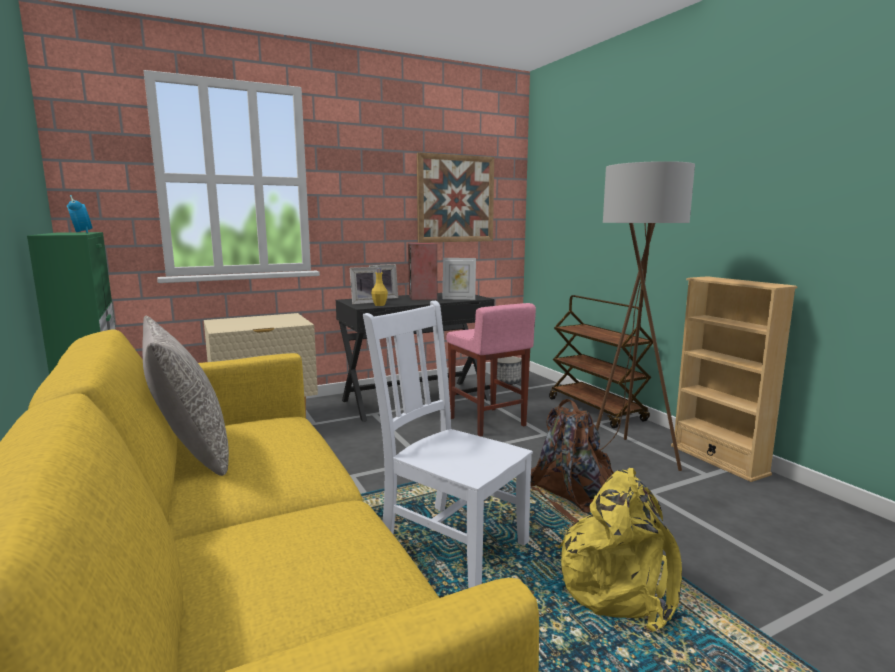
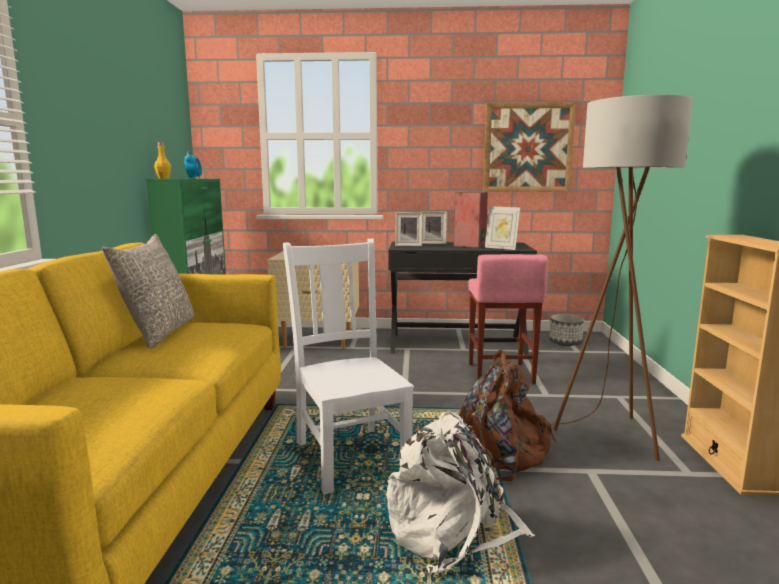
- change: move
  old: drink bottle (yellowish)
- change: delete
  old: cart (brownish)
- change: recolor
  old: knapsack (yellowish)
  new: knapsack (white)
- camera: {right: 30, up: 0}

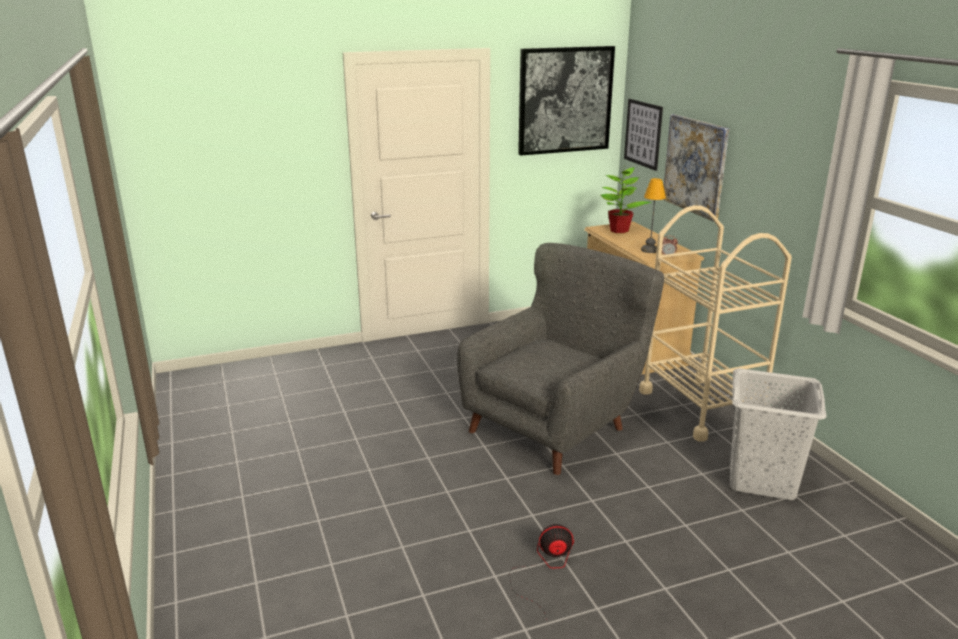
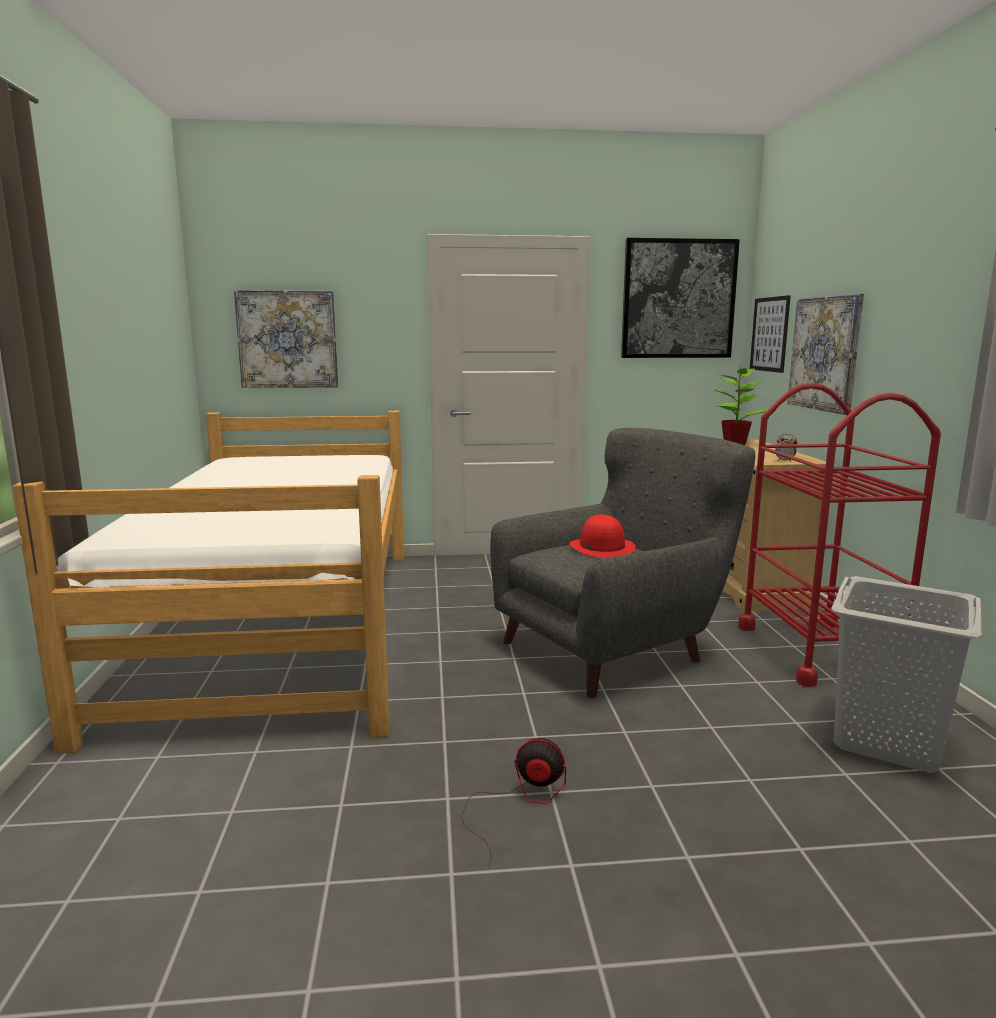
- change: delete
  old: table lamp
- change: recolor
  old: cart (beige)
  new: cart (red-coloured)
- change: insert
  new: wall picture (1st from left)
- change: insert
  new: bedroom bed
- change: insert
  new: hat (red-coloured)
- camera: {right: 15, up: -10}

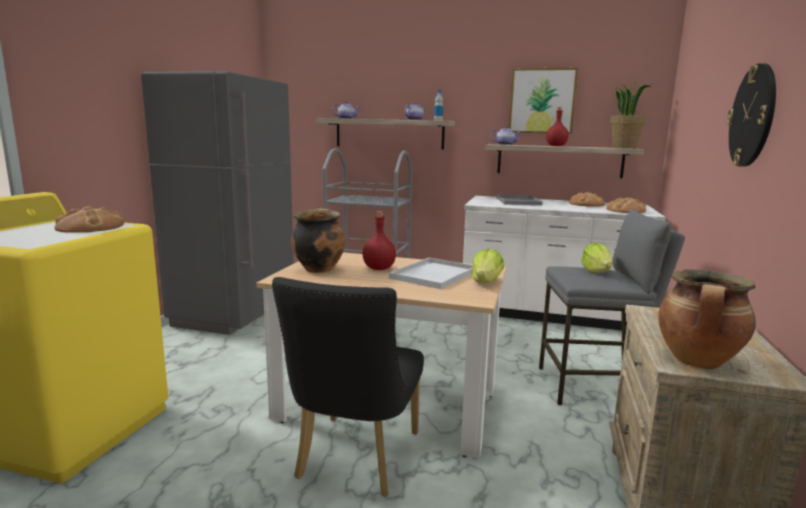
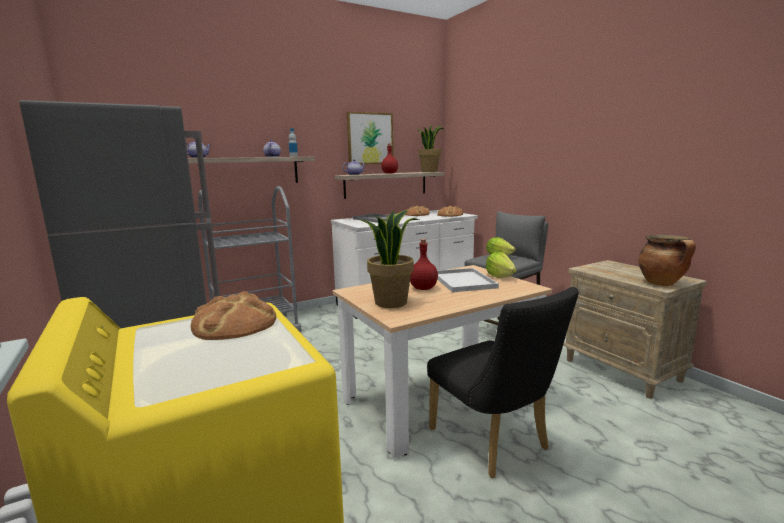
- change: delete
  old: hanging clock
- change: replace
  old: stockpot (1st from left)
  new: potted plant (1st from left)
- camera: {right: -45, up: 0}

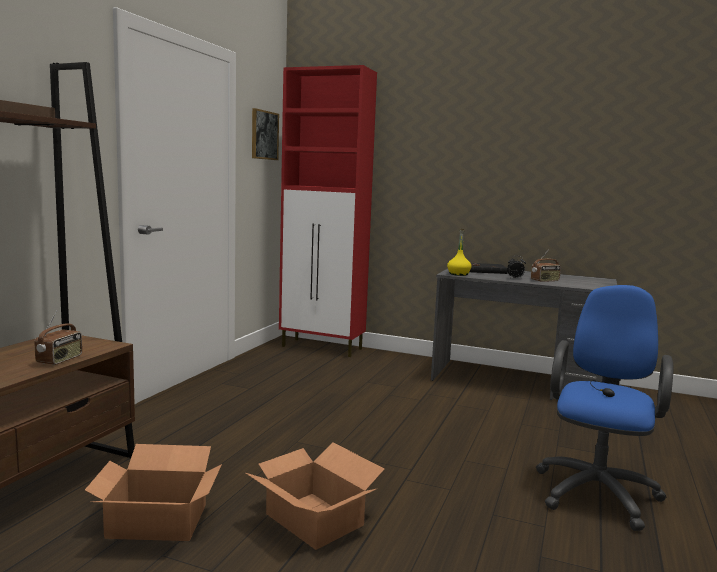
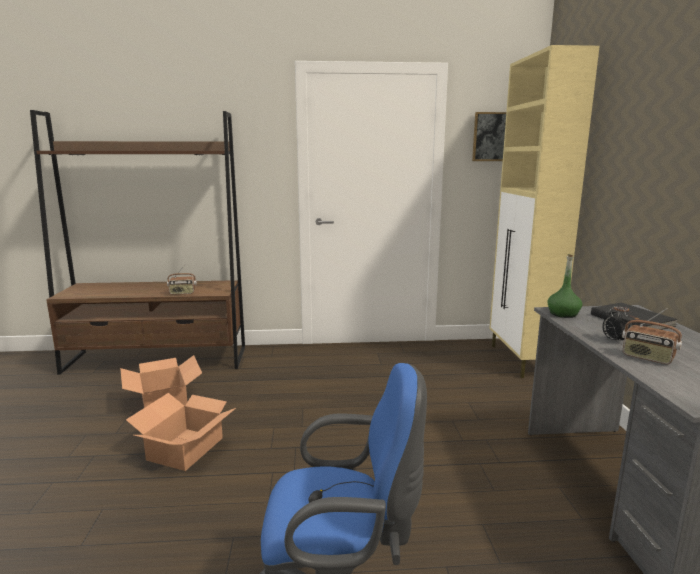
- change: recolor
  old: storage cabinet (red-coloured)
  new: storage cabinet (beige)
- change: recolor
  old: drink bottle (yellowish)
  new: drink bottle (greenish)
- camera: {right: 65, up: 5}

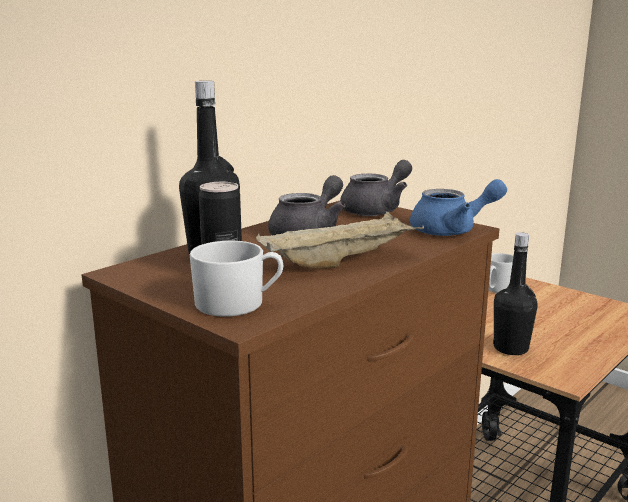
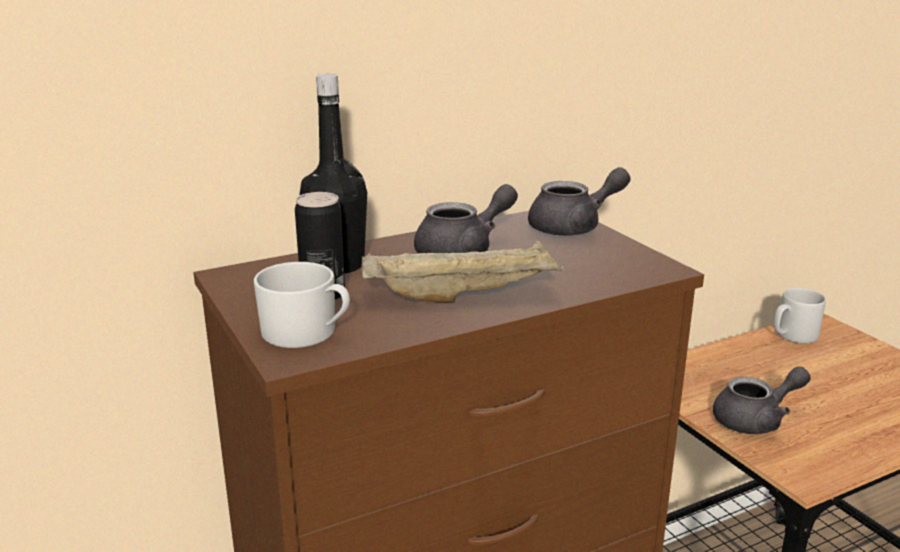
- change: delete
  old: pot for tea (blue-coloured)
- change: replace
  old: drink bottle (blackish) (2nd from left)
  new: pot for tea (greyish) (3rd from left)
- camera: {right: 20, up: 5}

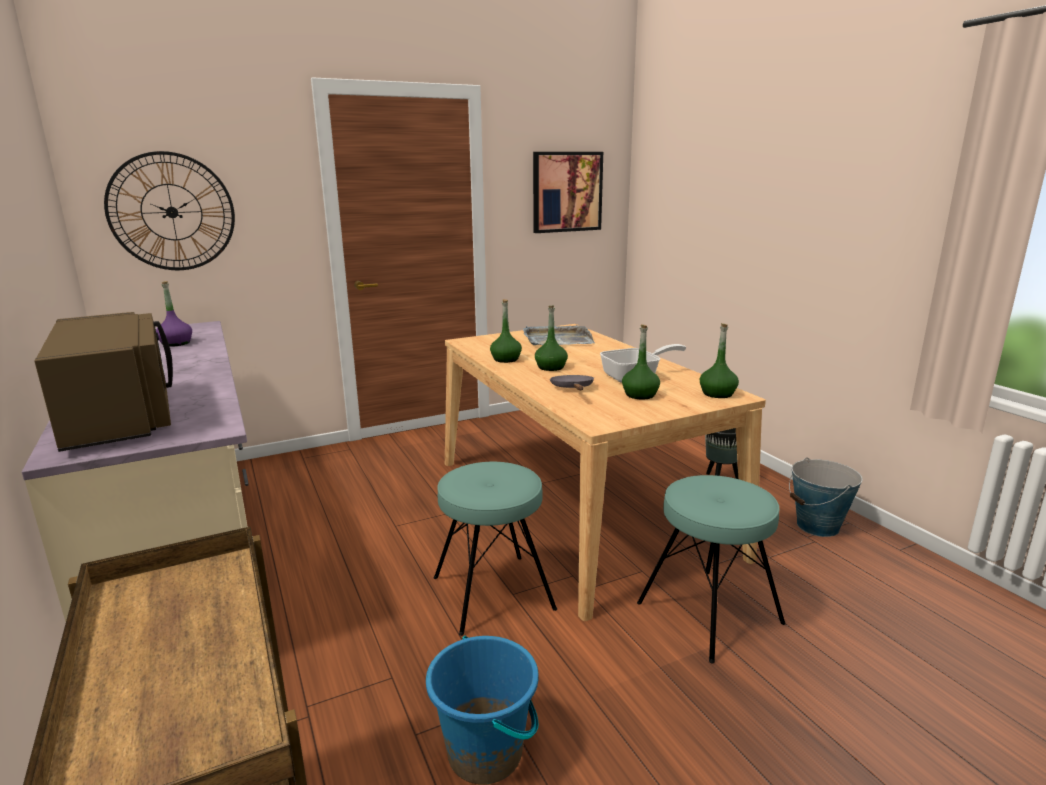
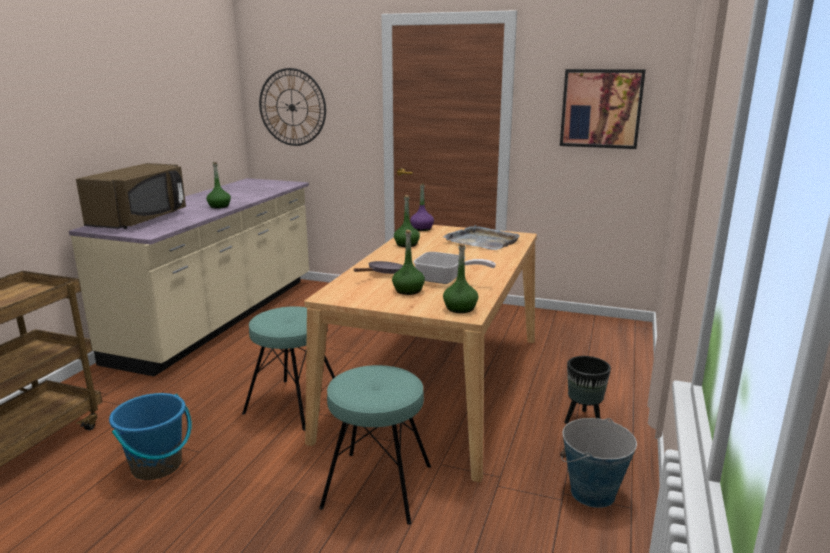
- change: move
  old: drink bottle (purplish)
- change: move
  old: drink bottle (greenish) (2nd from left in the first image)
  new: drink bottle (greenish) (1st from left)
- camera: {right: 45, up: 0}

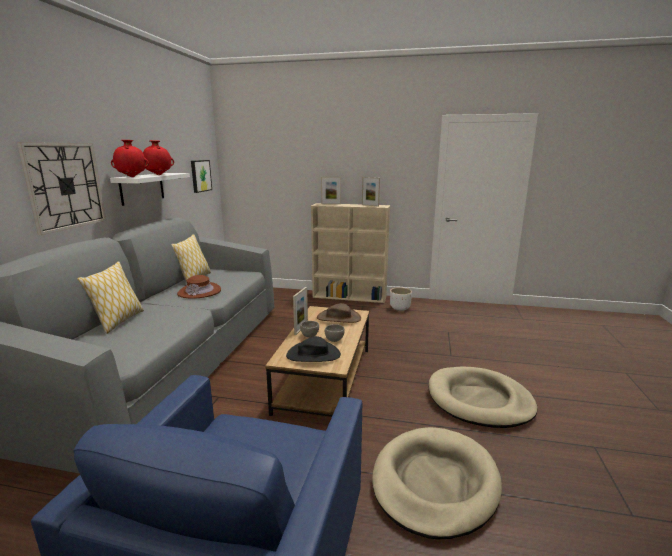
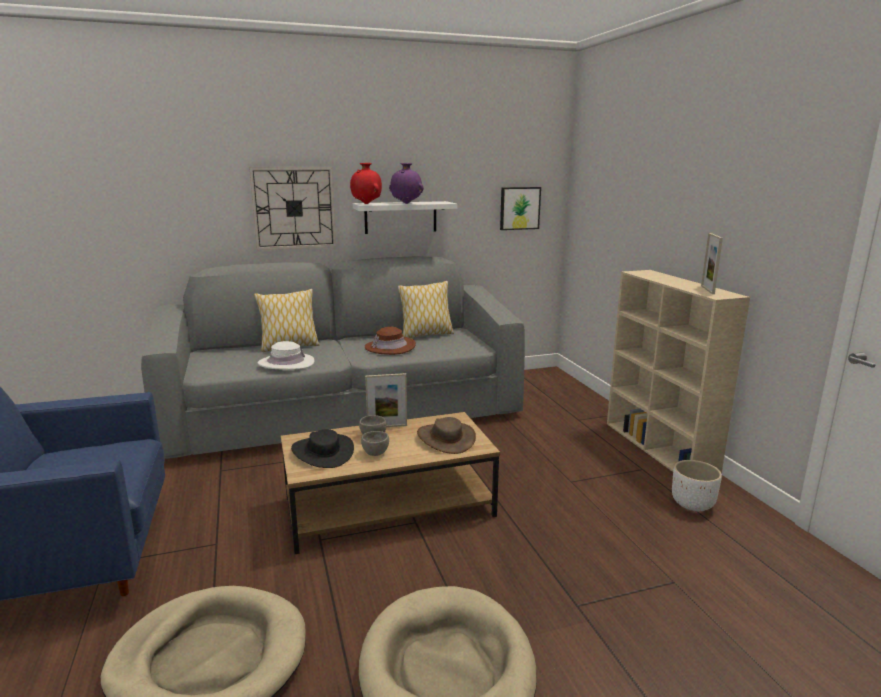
- change: recolor
  old: decorative vase (red-coloured) (2nd from left)
  new: decorative vase (purplish)
- change: delete
  old: standing frame (2nd from left)
- change: insert
  new: hat (white)
- camera: {right: 60, up: 0}

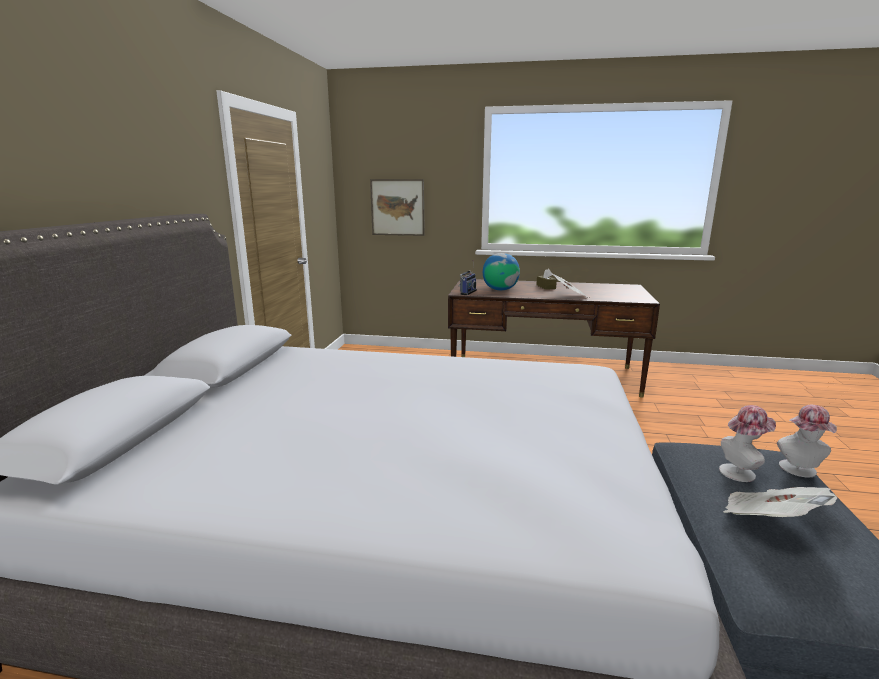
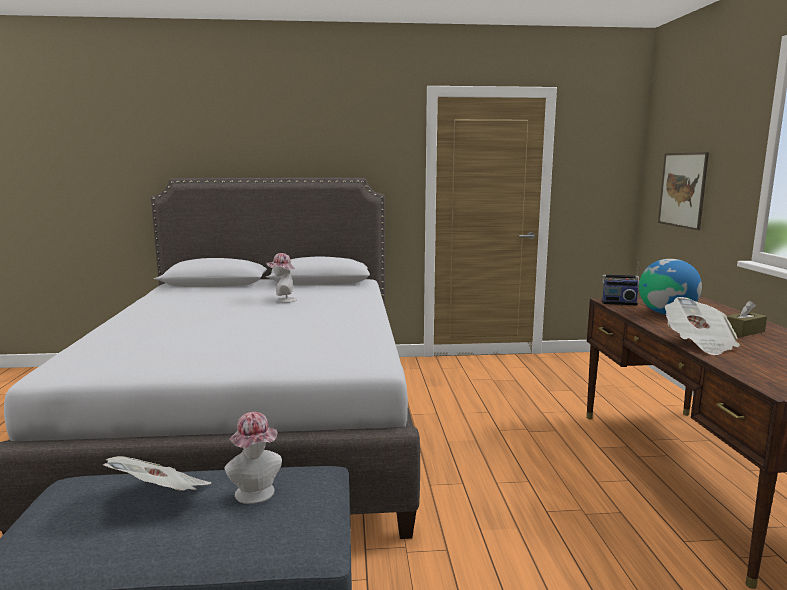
- change: move
  old: hat (2nd from left)
- camera: {right: 75, up: -5}

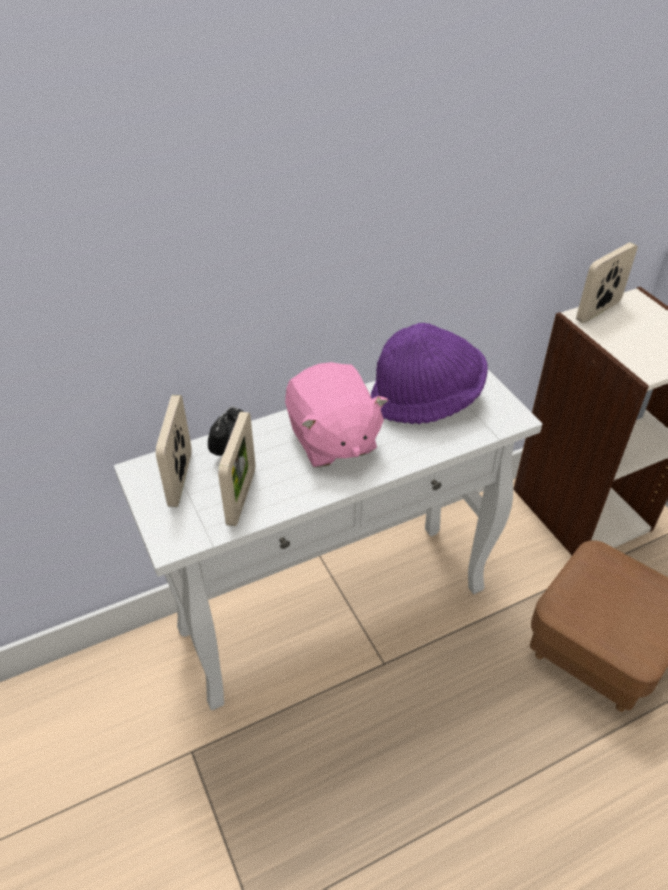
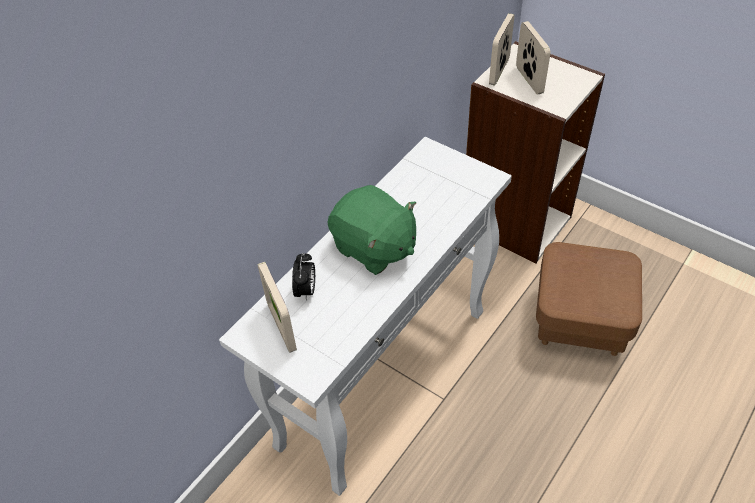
- change: delete
  old: hat (purplish)
- change: recolor
  old: soft toy (pink-coloured)
  new: soft toy (greenish)
- change: move
  old: standing frame (2nd from left in the first image)
  new: standing frame (3rd from left)
- camera: {right: -25, up: 5}

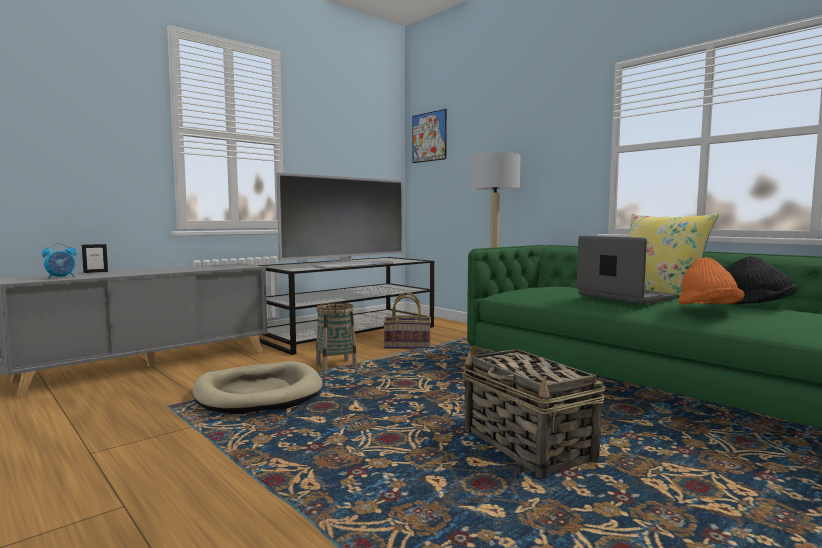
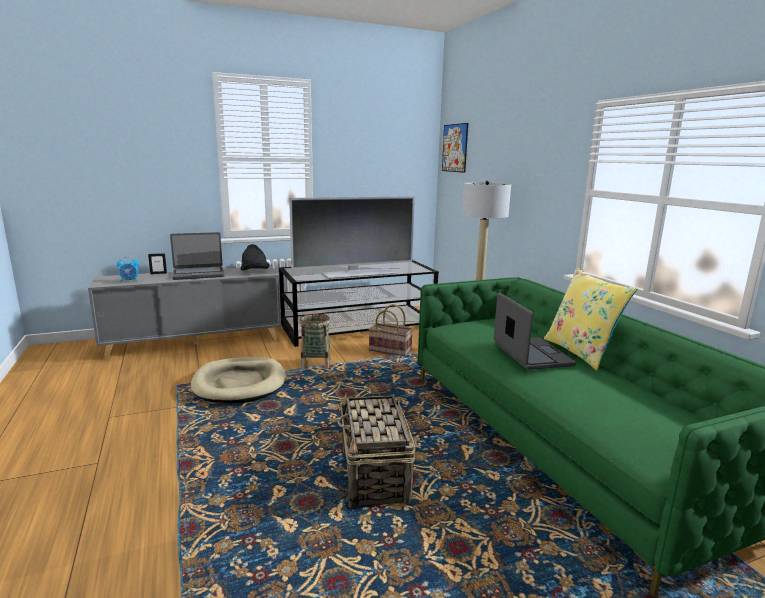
- change: move
  old: hat (blackish)
- change: delete
  old: hat (orange)
- change: insert
  new: portable computer (1st from left)
- camera: {right: 20, up: 10}

